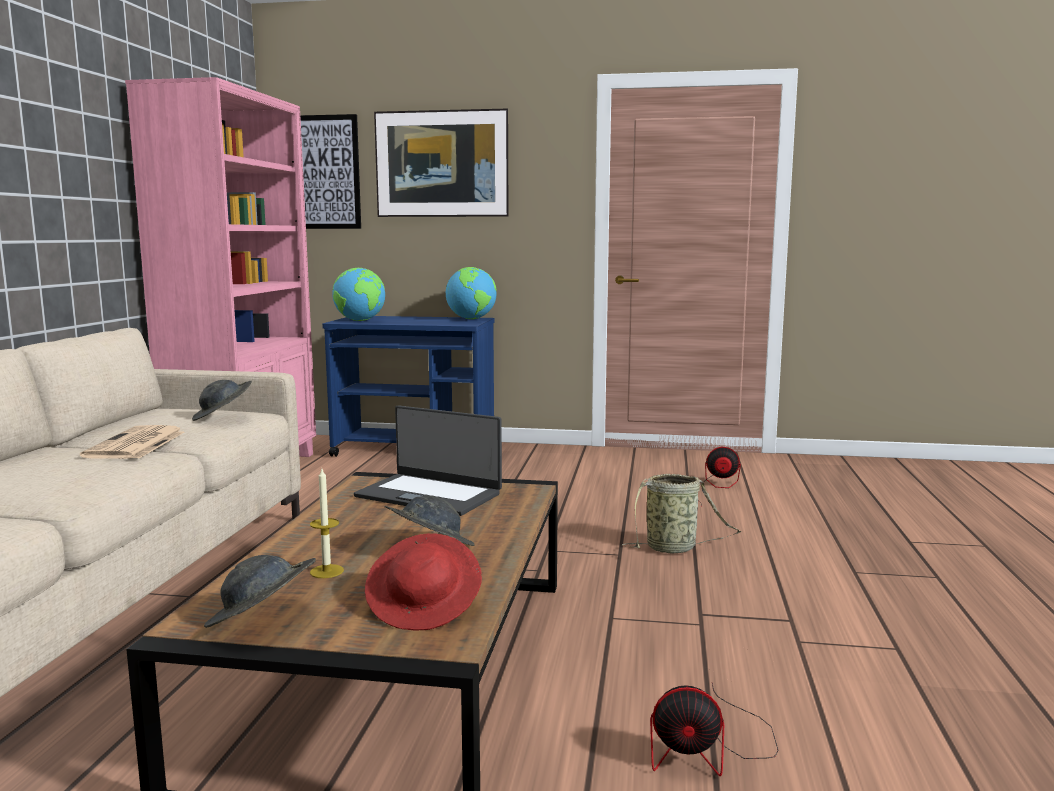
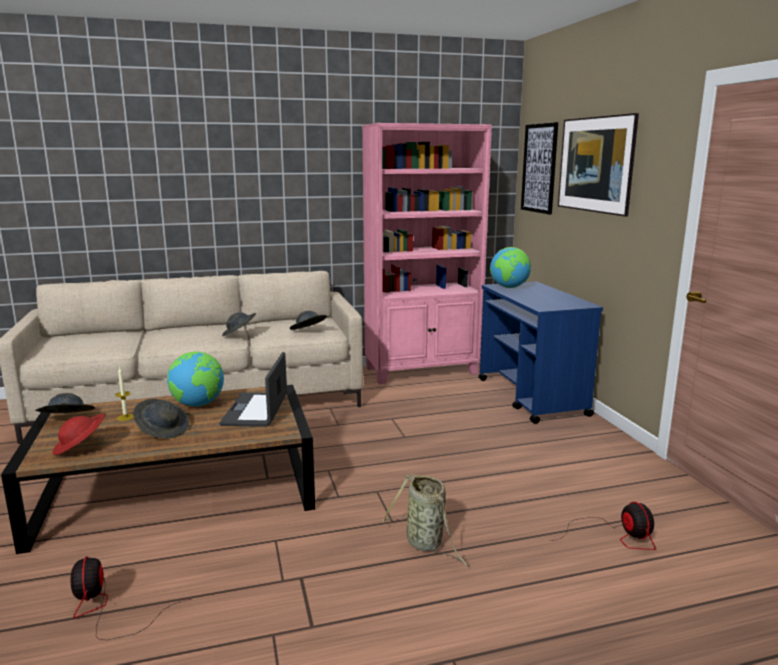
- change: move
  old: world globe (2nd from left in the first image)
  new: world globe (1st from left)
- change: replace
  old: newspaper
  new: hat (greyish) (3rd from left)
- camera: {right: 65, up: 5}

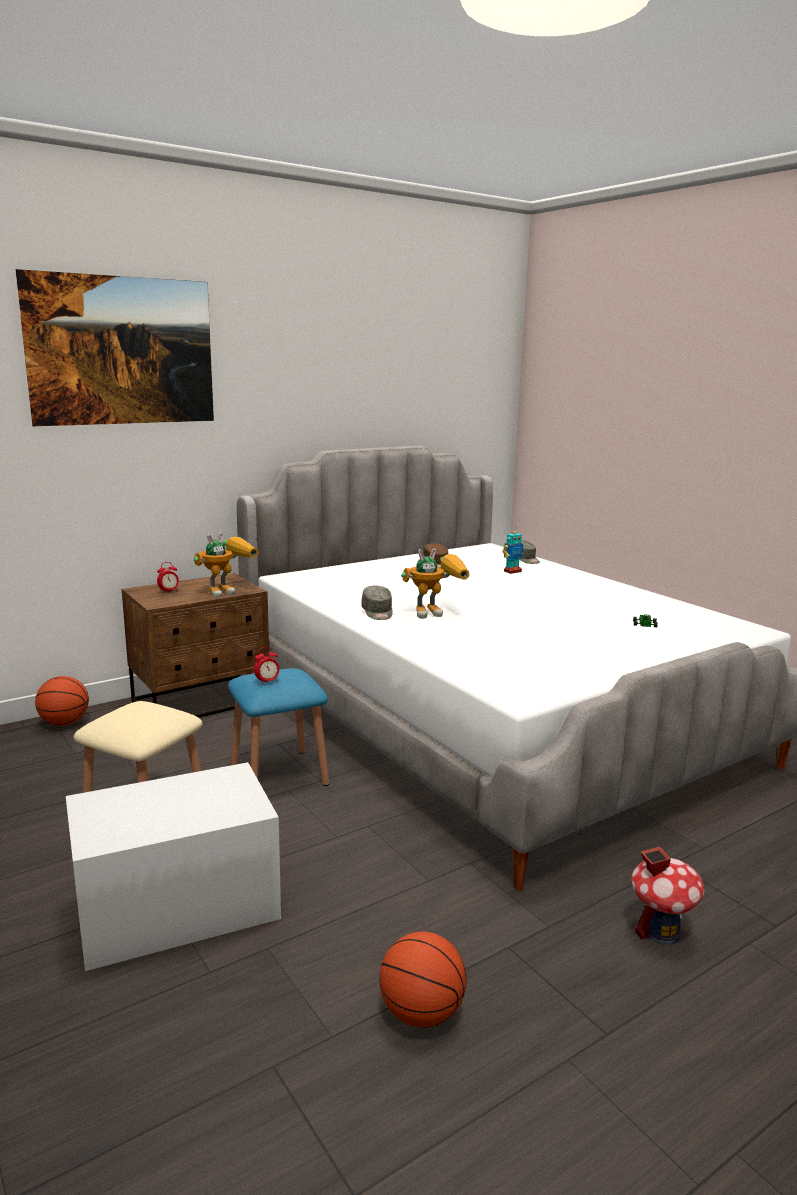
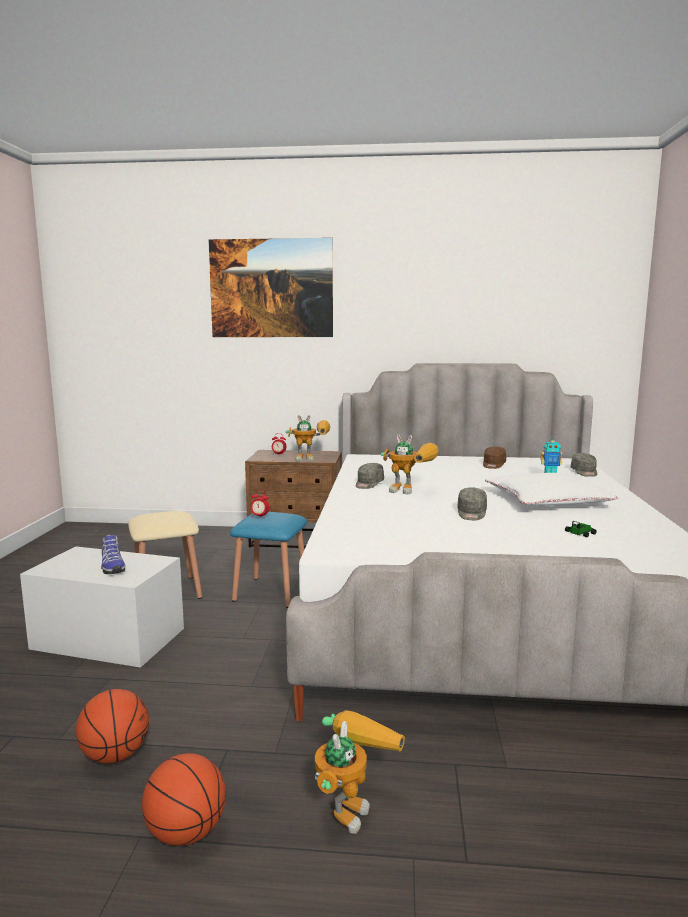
- change: move
  old: ball for basketball (1st from left in the first image)
  new: ball for basketball (2nd from left)
- change: replace
  old: model house
  new: toy robot (2nd from left)
- change: insert
  new: pillow (white)
- change: insert
  new: cap (greyish) (2nd from left)
- change: insert
  new: item of footwear
- camera: {right: 40, up: -5}

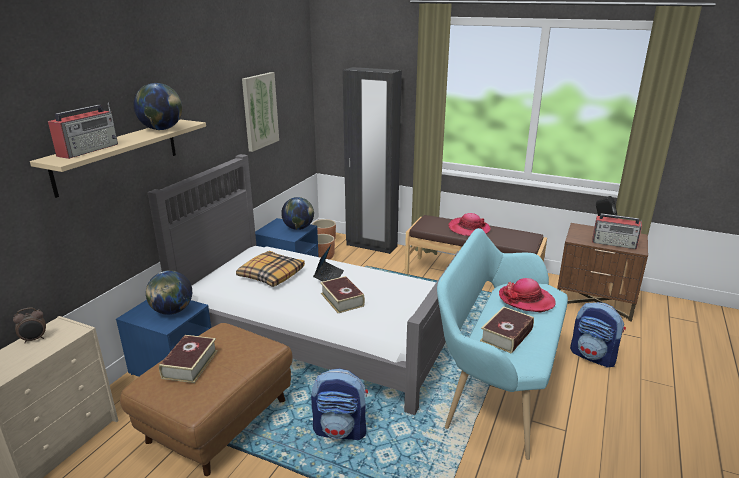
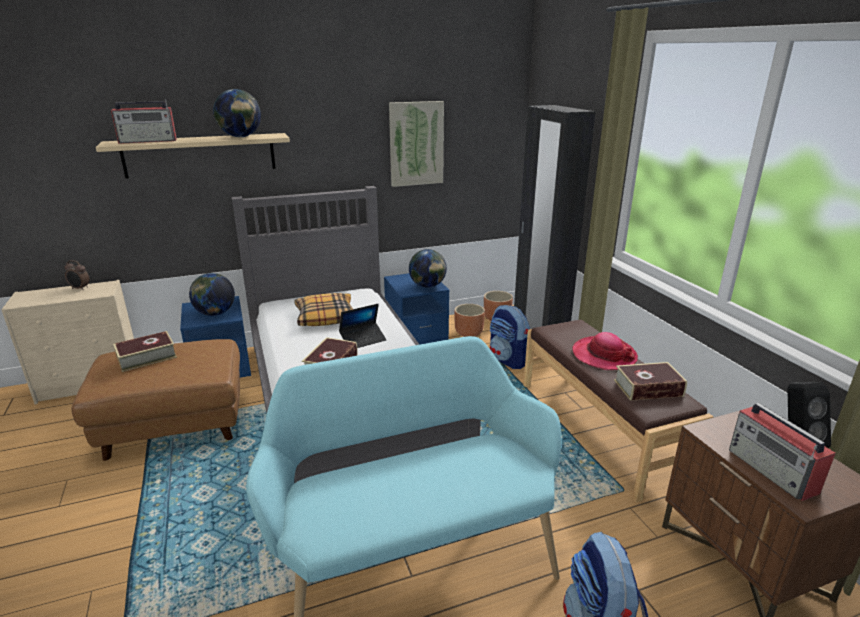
- change: delete
  old: hat (2nd from left)
- change: move
  old: volume (3rd from left)
- change: move
  old: knapsack (1st from left)
- camera: {right: 45, up: 0}

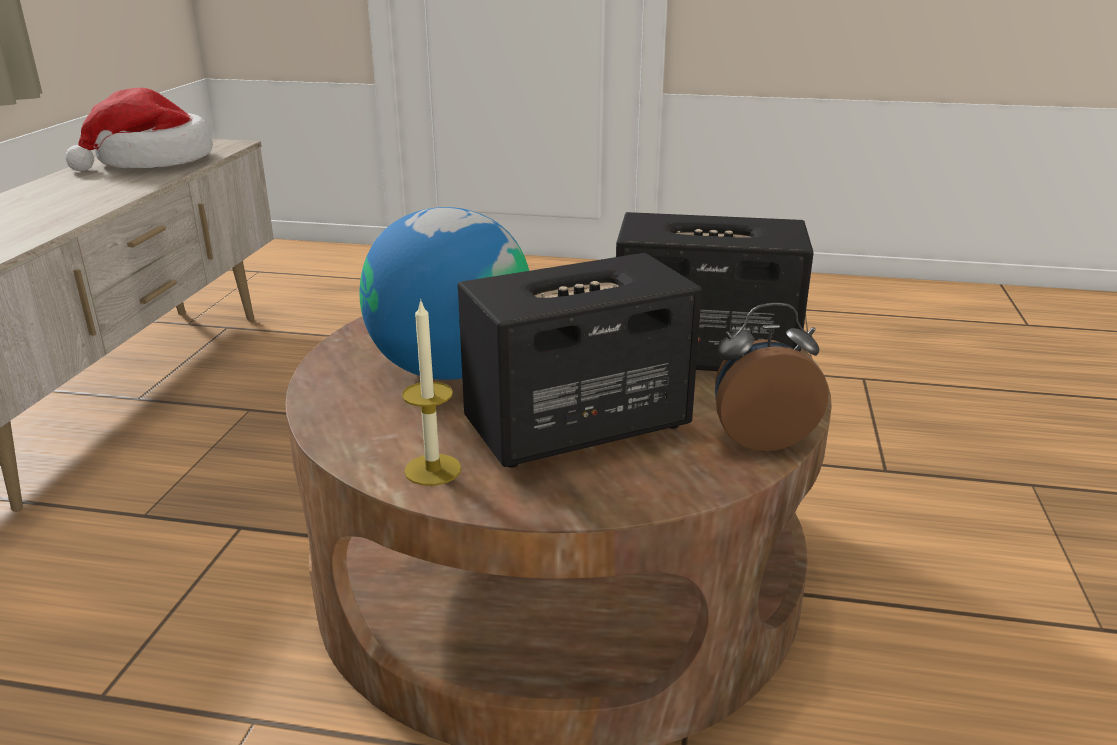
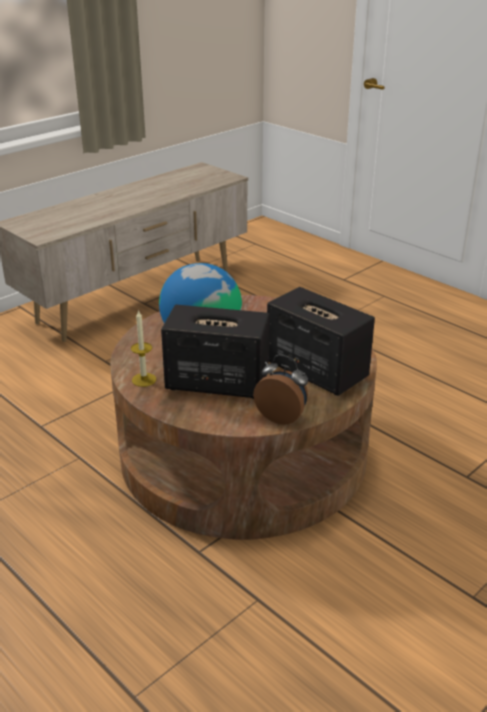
- change: delete
  old: hat
- camera: {right: 35, up: 5}

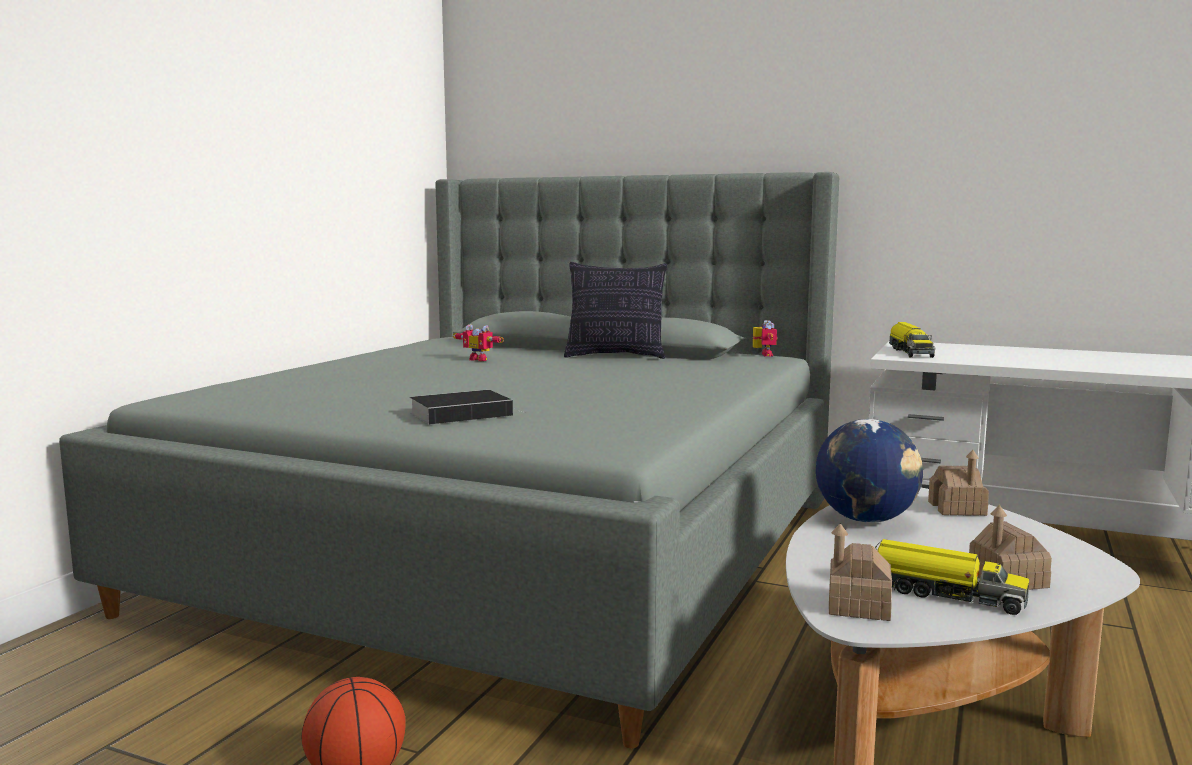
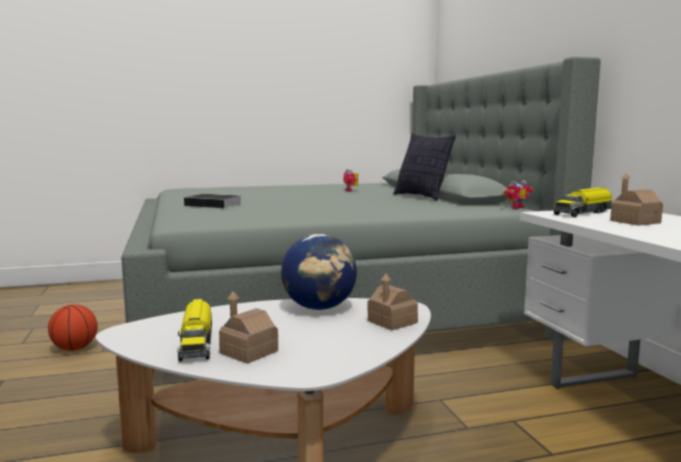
- change: move
  old: model house (1st from left in the first image)
  new: model house (3rd from left)
- camera: {right: 50, up: 0}

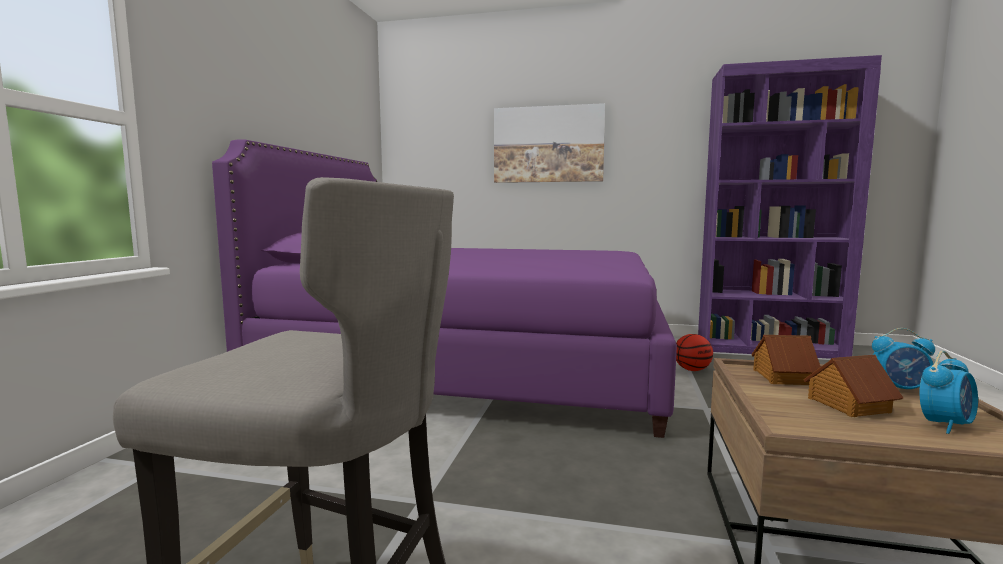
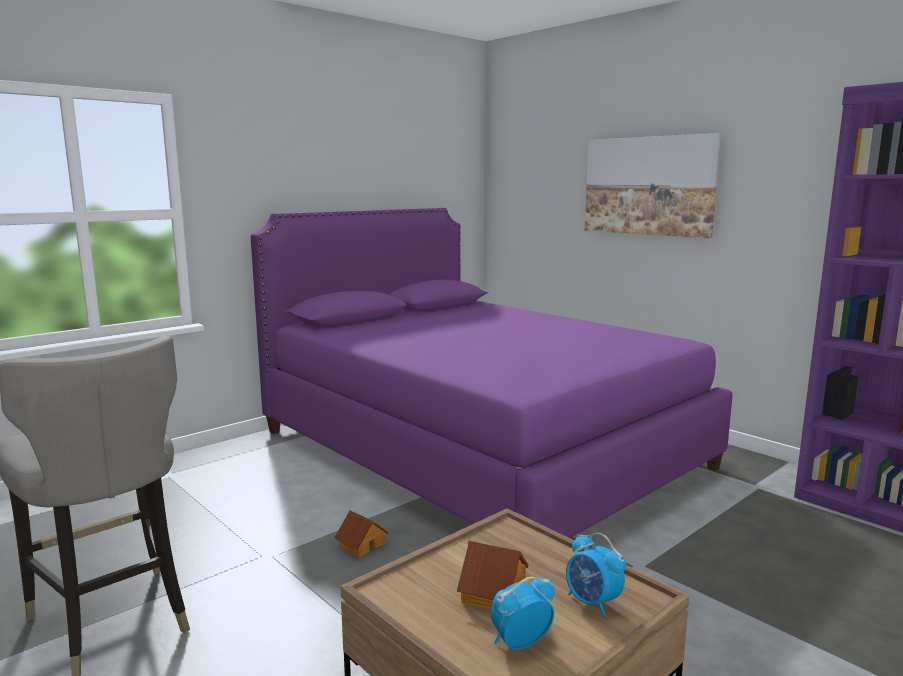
- change: delete
  old: ball for basketball
- change: move
  old: model house (1st from left)
- change: rotate
  old: alarm clock (2nd from left in the first image)
  degrees: 150
- camera: {right: 35, up: 5}

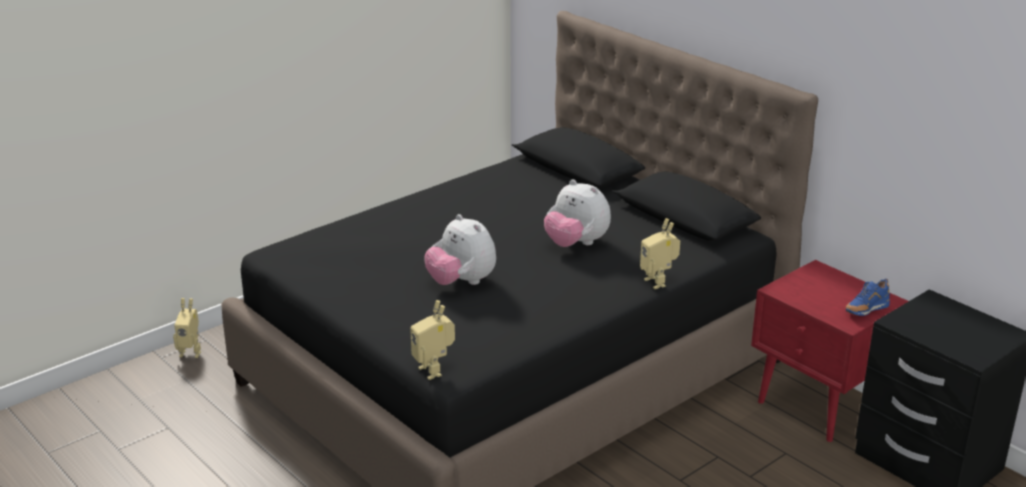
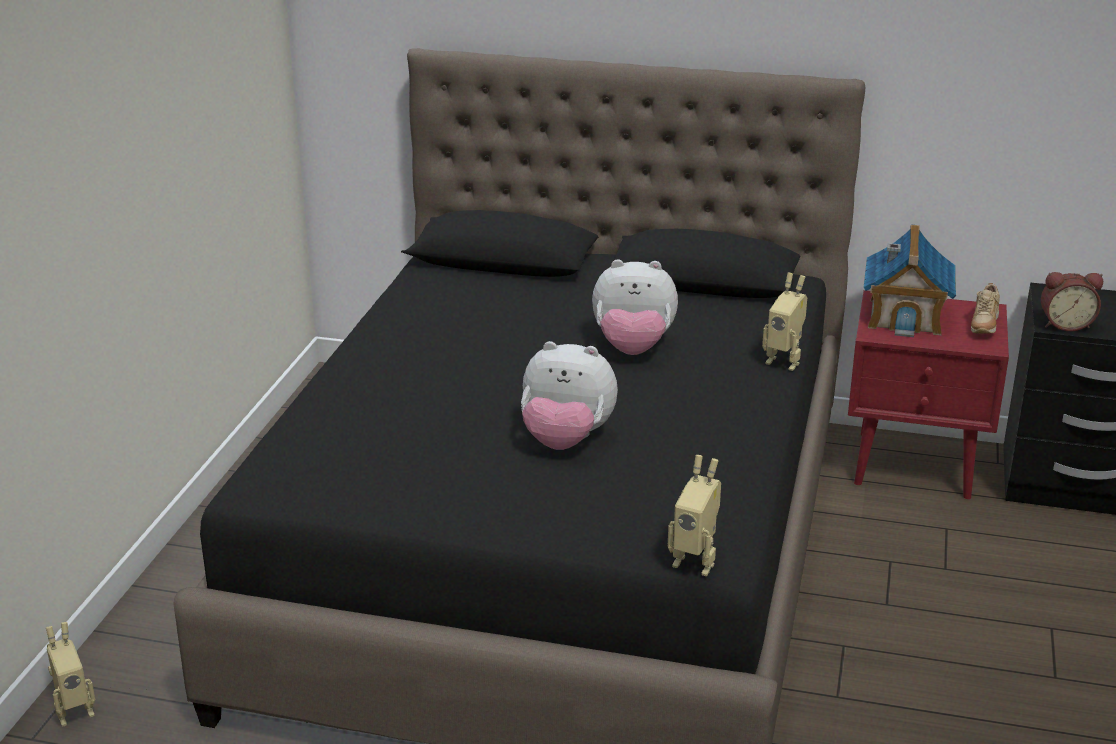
- change: recolor
  old: item of footwear (blue-coloured)
  new: item of footwear (beige)
- change: insert
  new: model house
- change: insert
  new: alarm clock
- camera: {right: -35, up: 0}

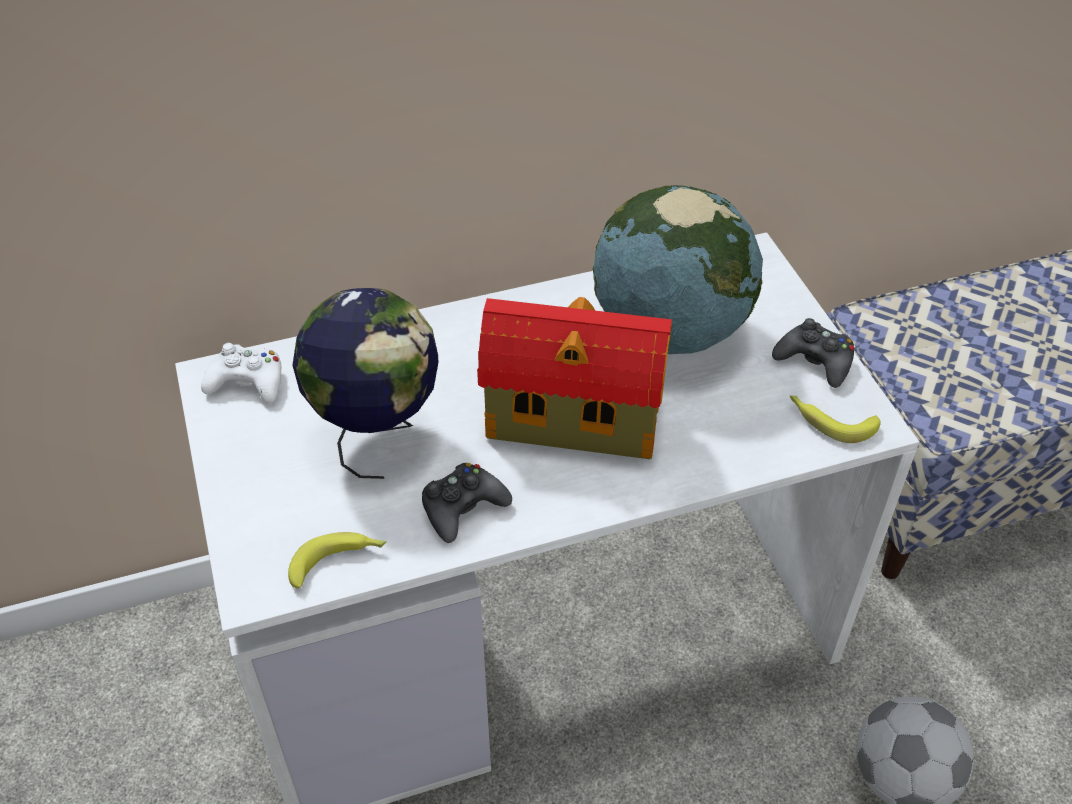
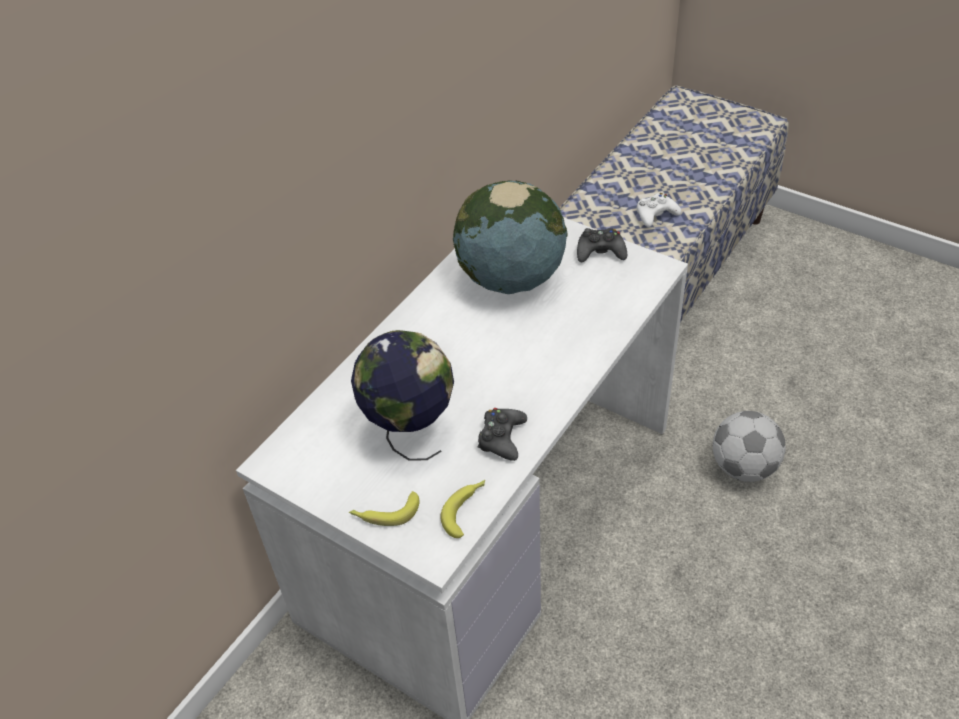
- change: delete
  old: model house
- change: move
  old: gamepad (white)
- change: move
  old: banana (2nd from left in the first image)
  new: banana (1st from left)
- camera: {right: -35, up: 0}

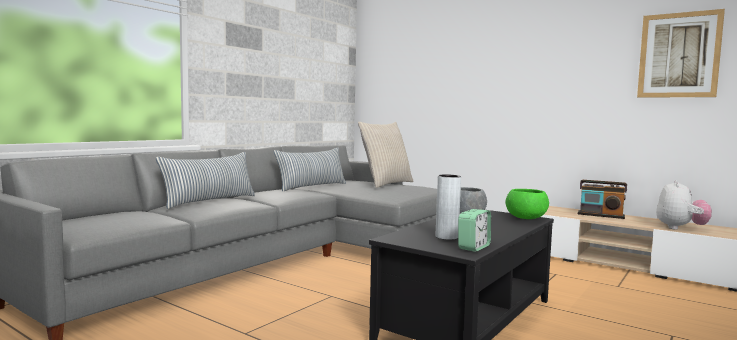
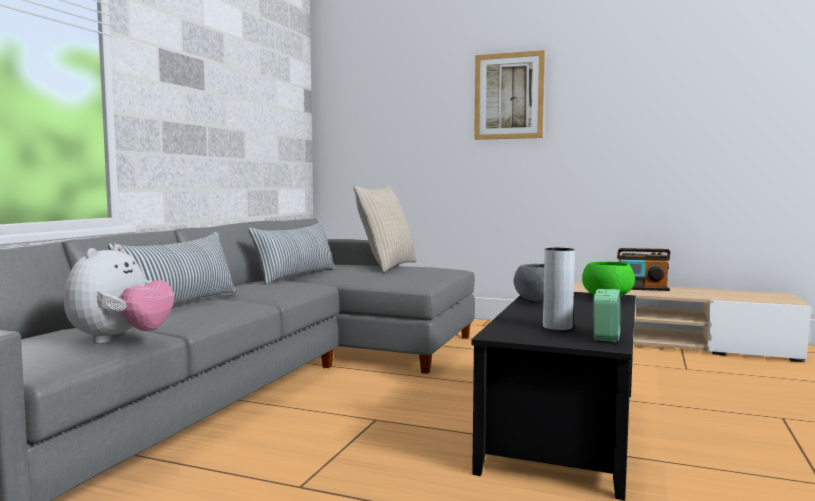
- change: move
  old: wall picture
- change: move
  old: soft toy
- camera: {right: -15, up: 0}

